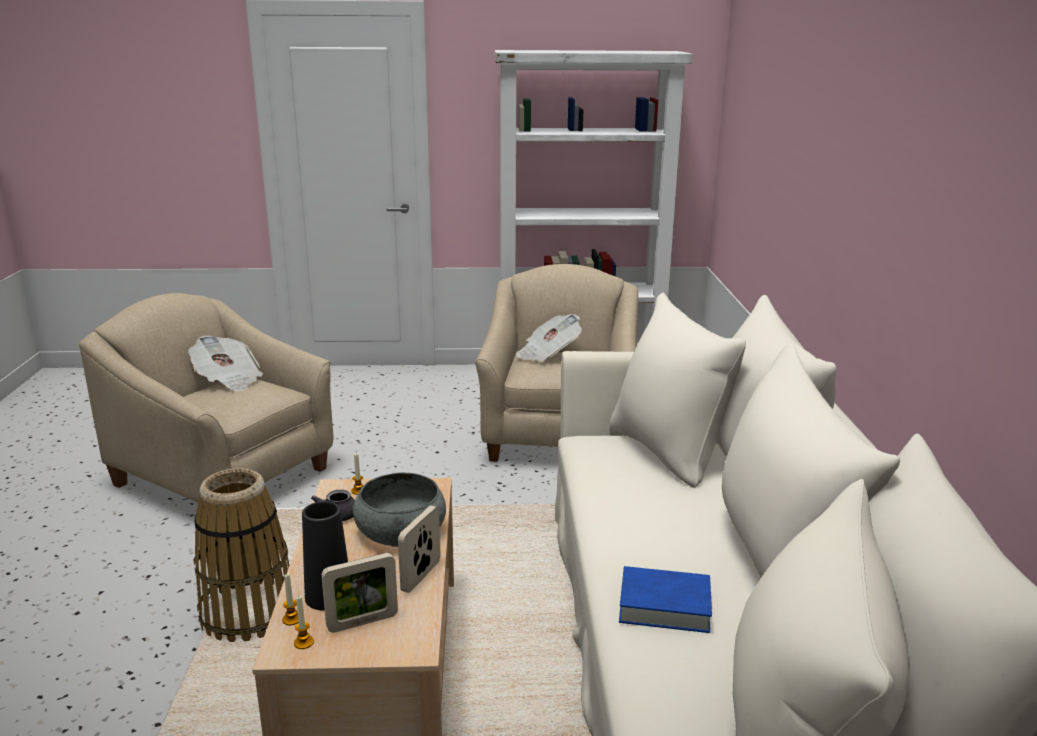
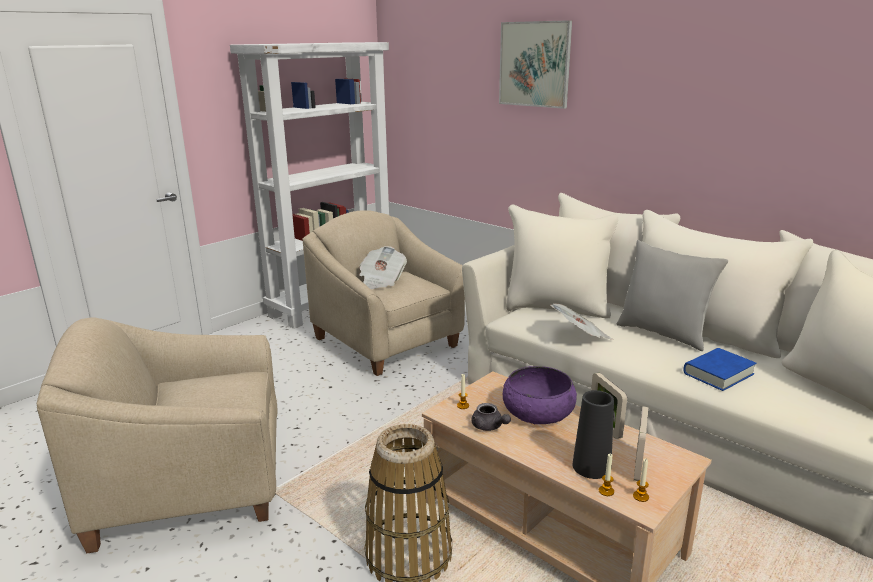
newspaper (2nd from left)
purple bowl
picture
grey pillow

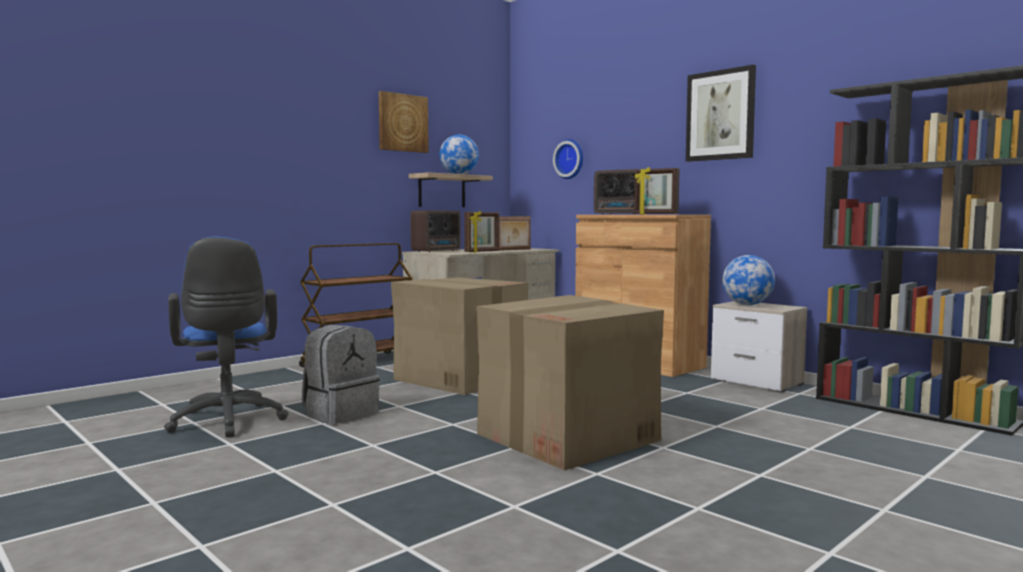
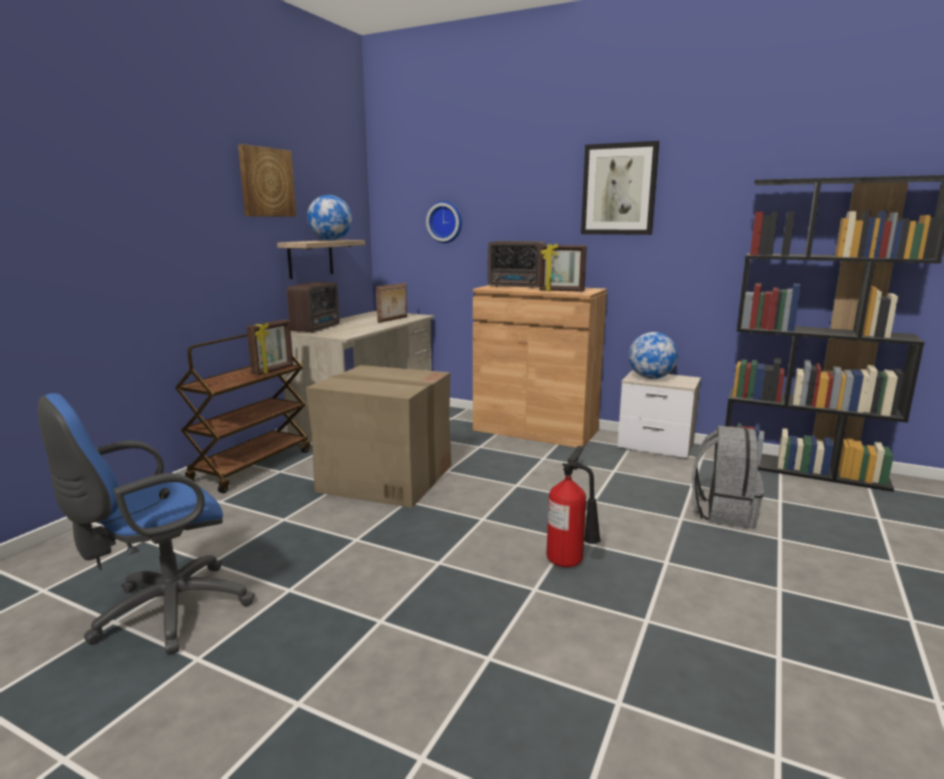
blue office chair
grey backpack
picture frame (1st from left)
fire extinguisher

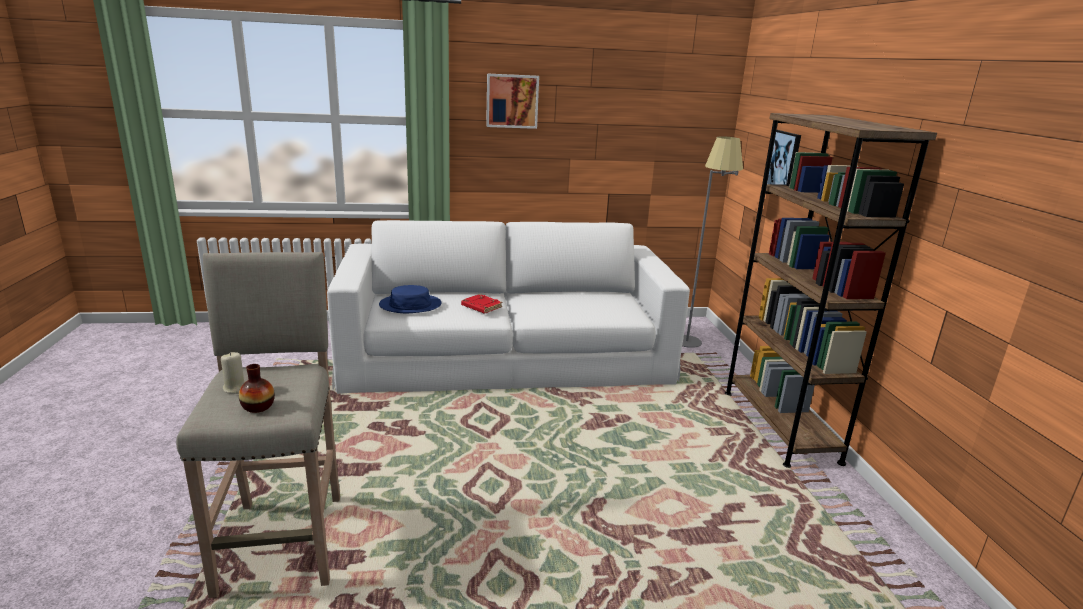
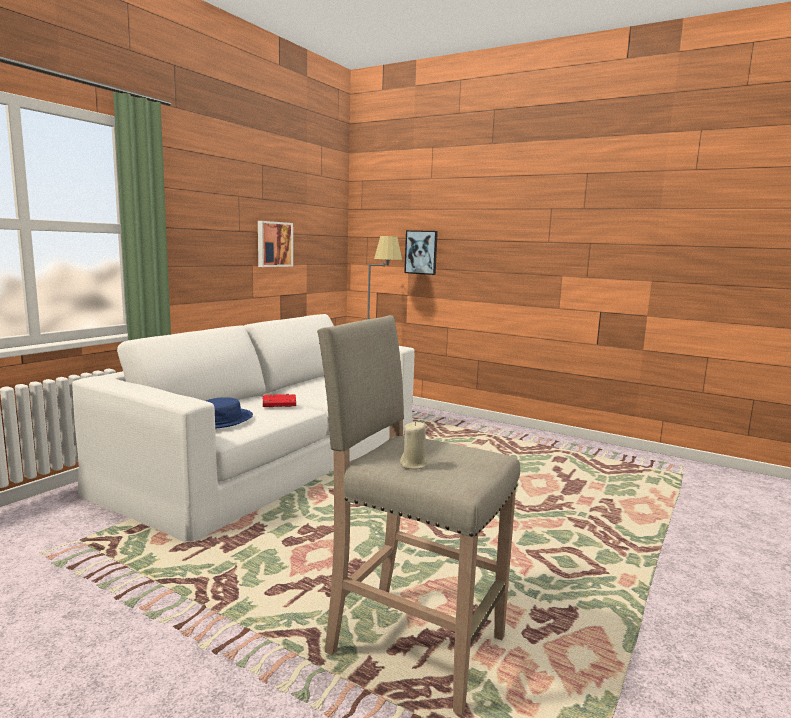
vase
picture (1st from left)
brown bookcase

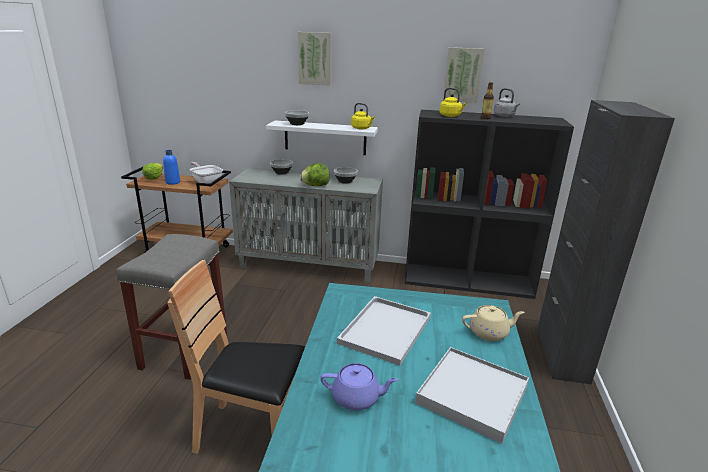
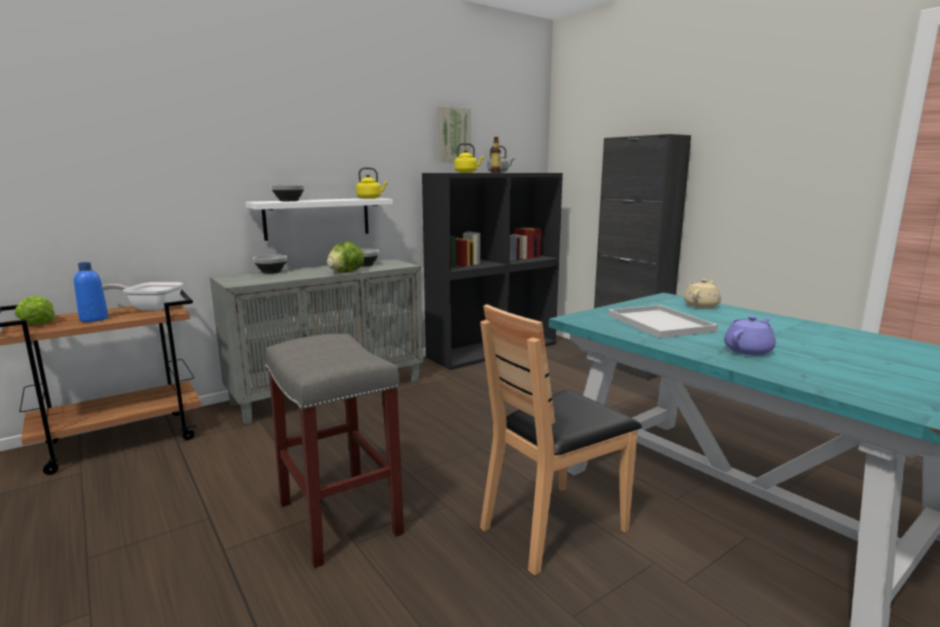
picture (1st from left in the first image)
white tray (2nd from left in the first image)

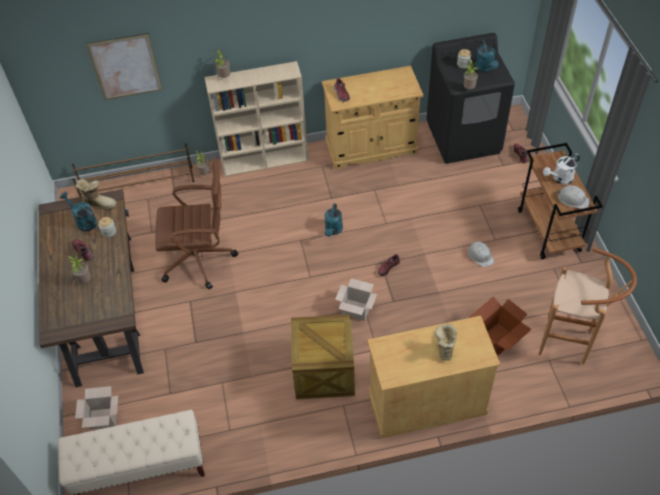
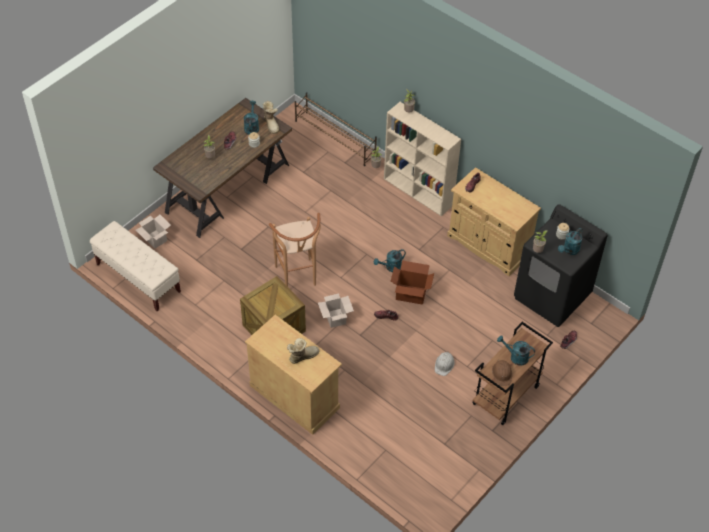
picture
brown office chair
cardboard box (3rd from left)
brown stool
turquoise watering can (3rd from left)
brown hard hat

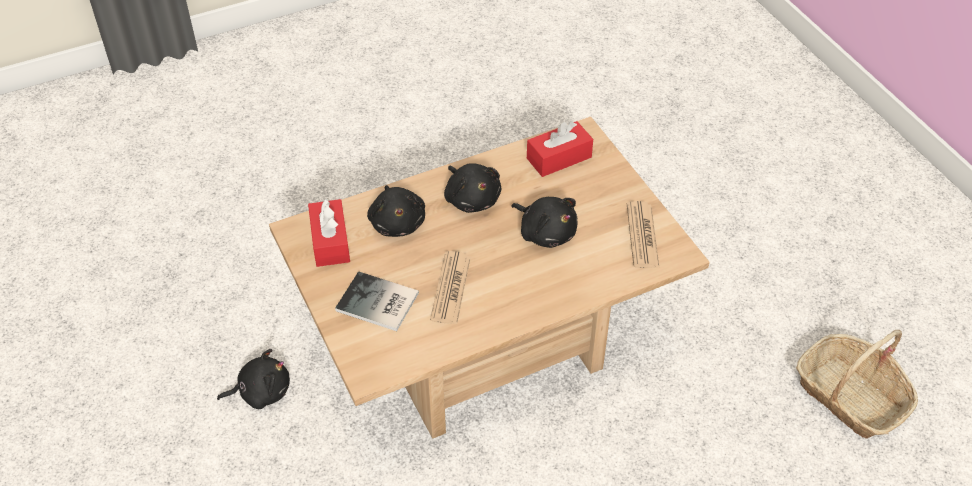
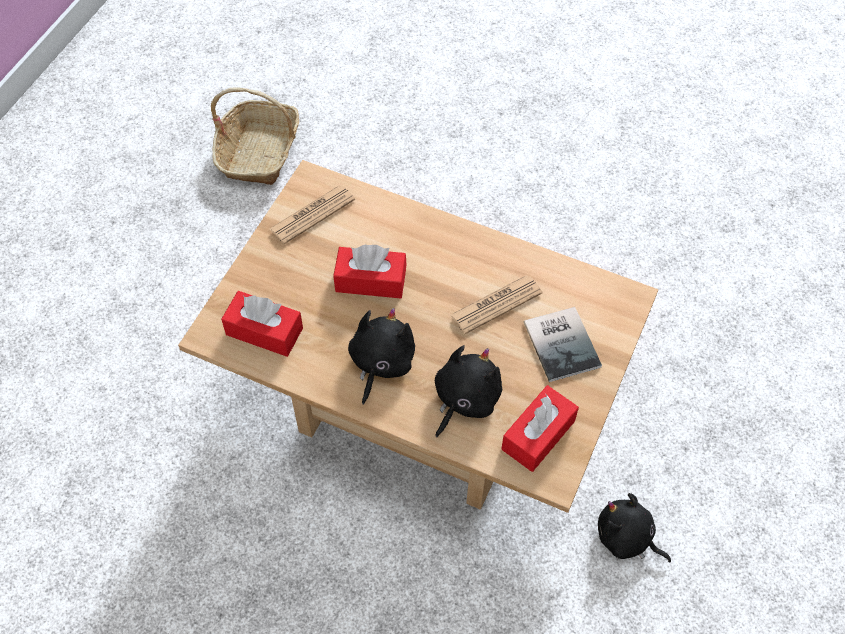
red tissue box (2nd from left)

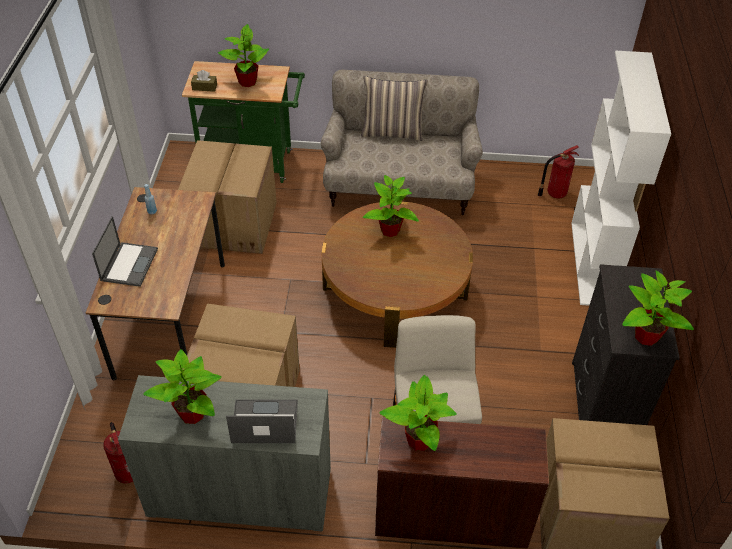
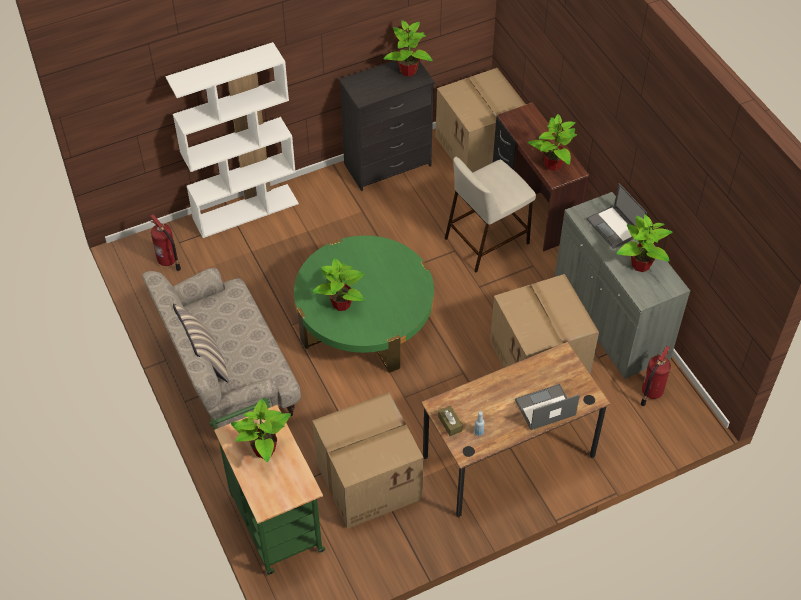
brown tissue box
green coffee table

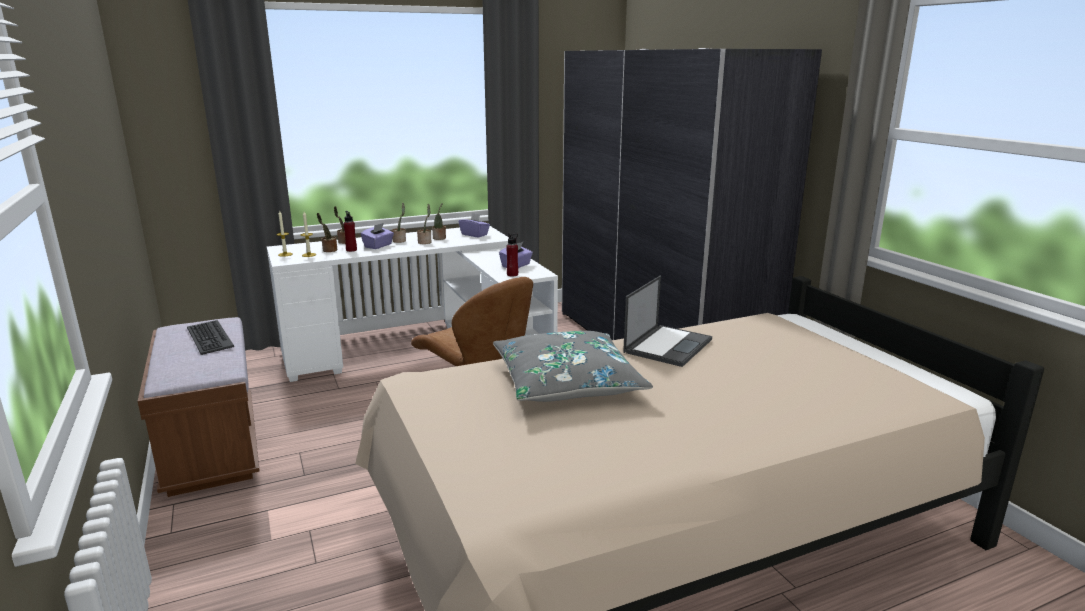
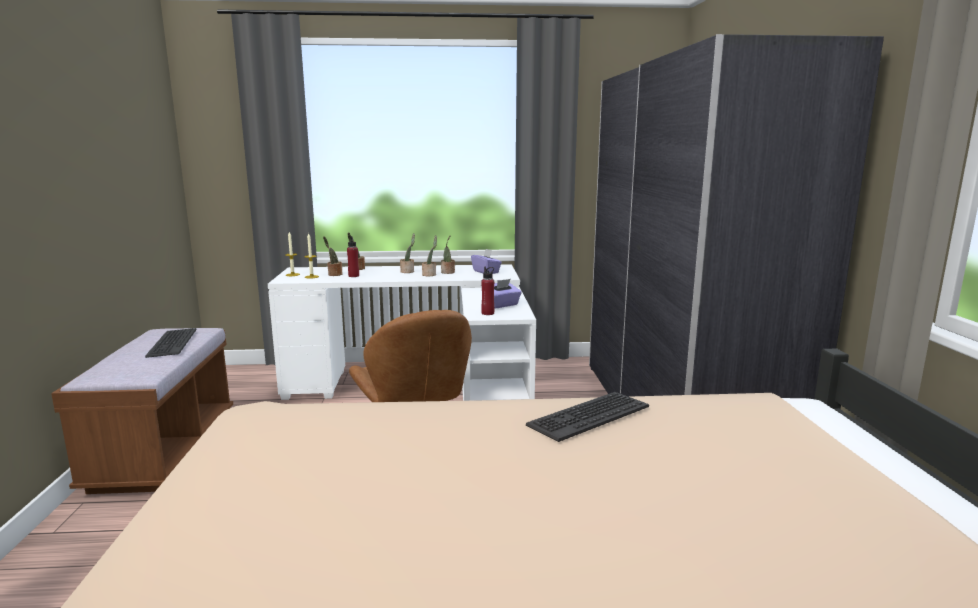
purple tissue box (1st from left in the first image)
grey pillow
keyboard (2nd from left)

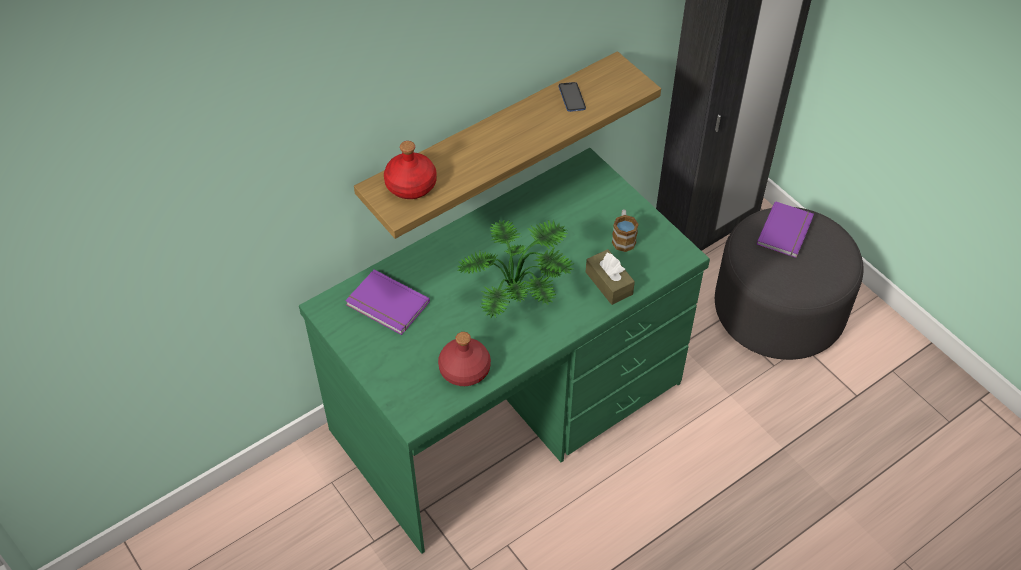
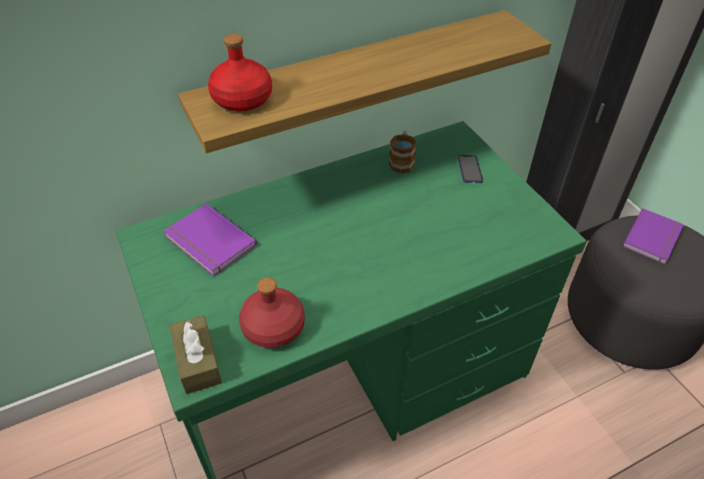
potted plant
phone
brown tissue box
mug

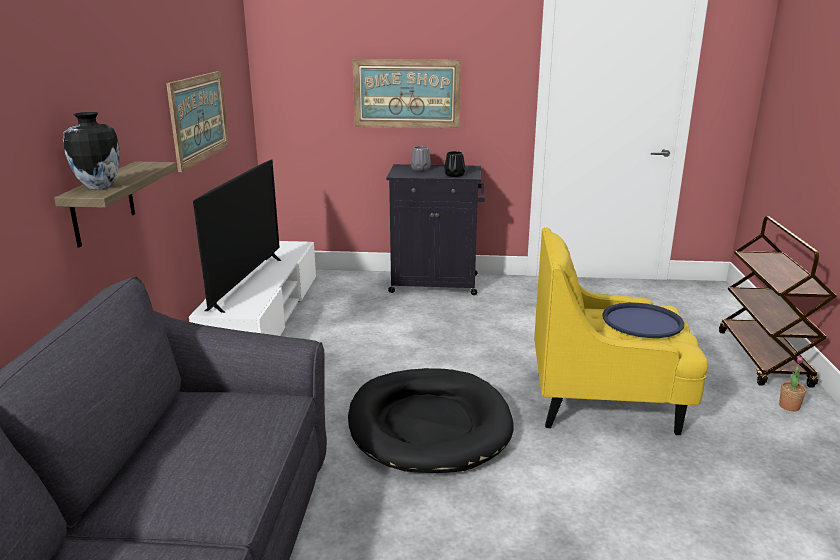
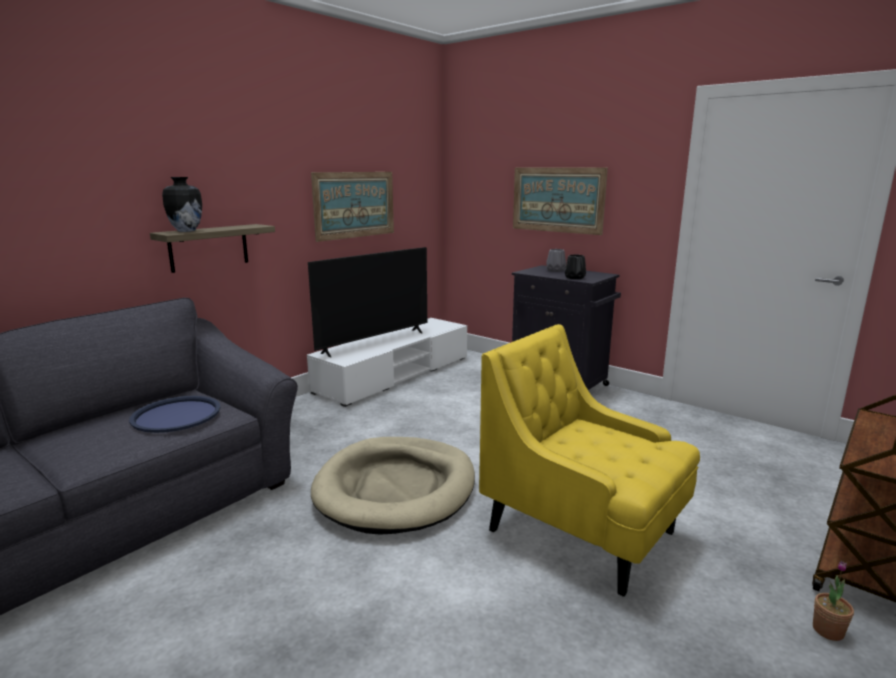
beige dog bed
blue tray

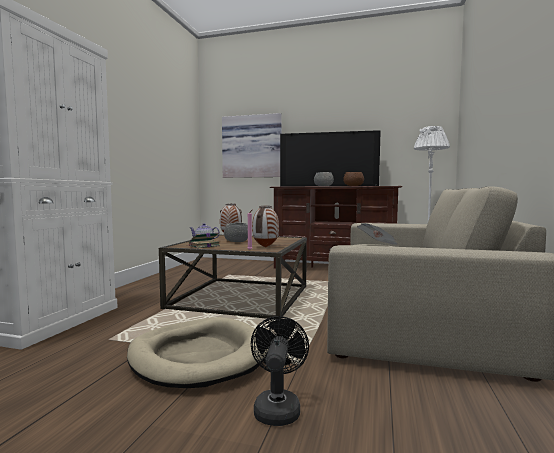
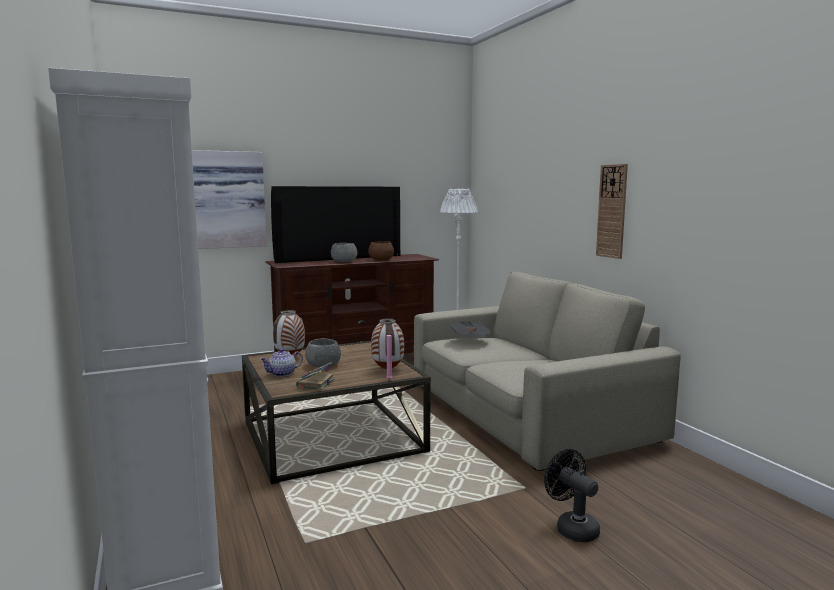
beige dog bed
wall clock

